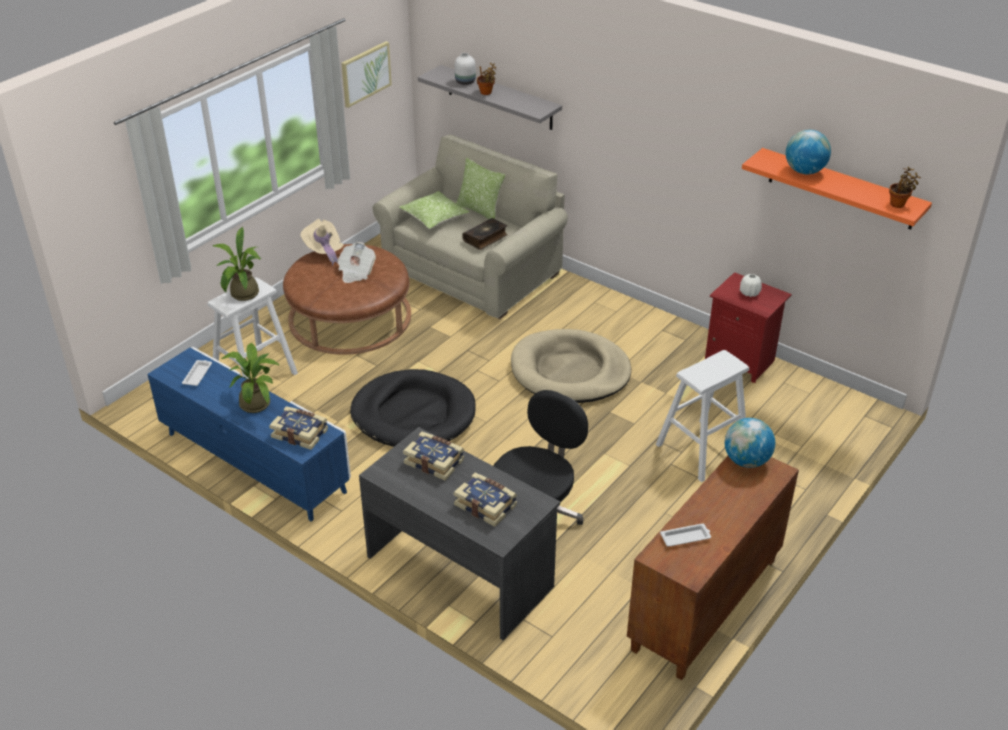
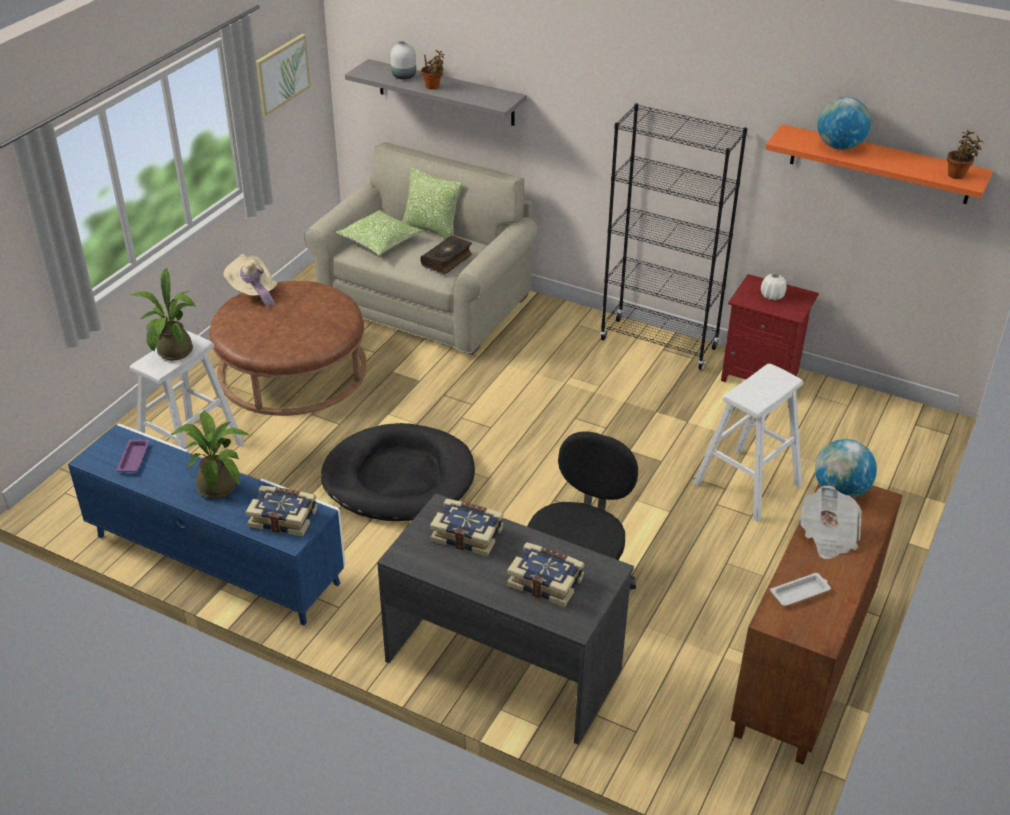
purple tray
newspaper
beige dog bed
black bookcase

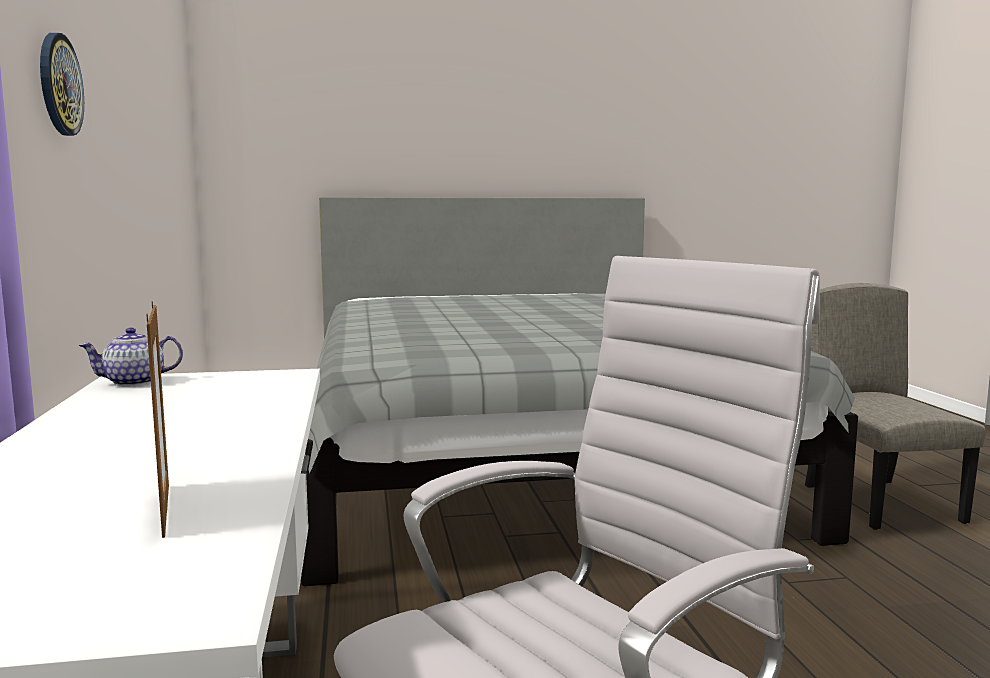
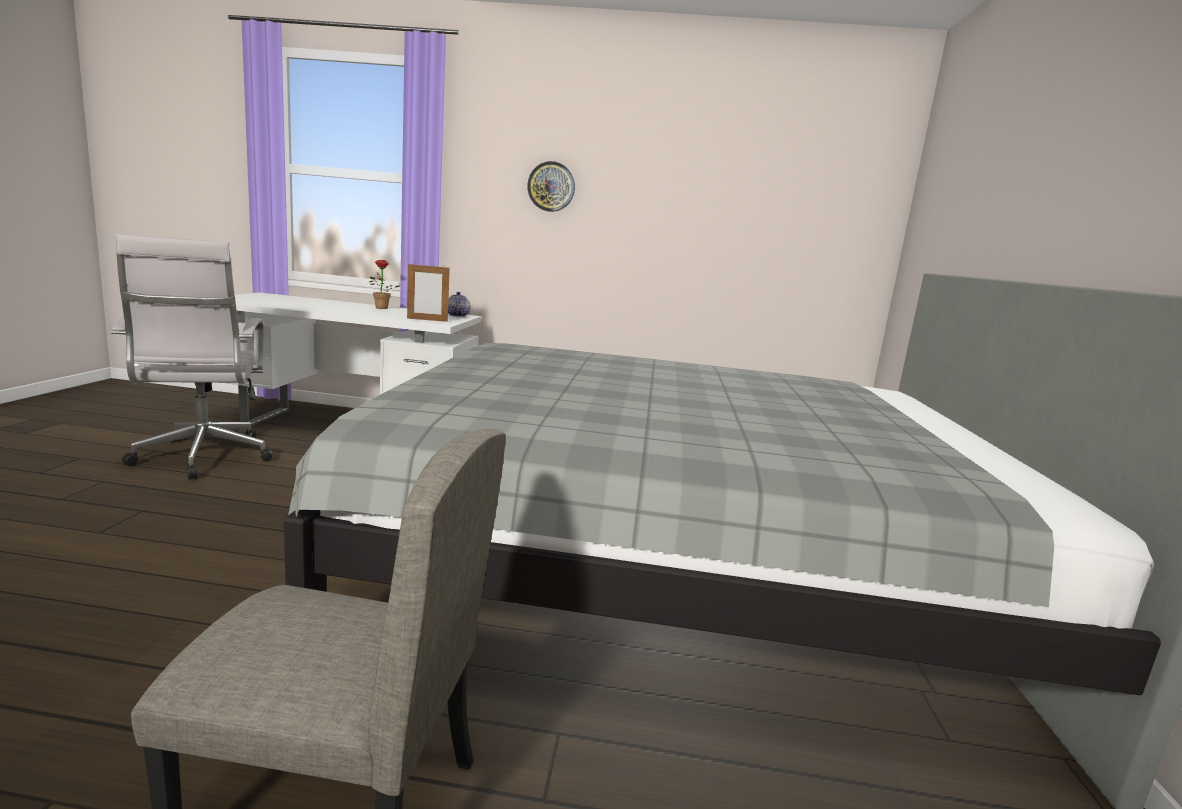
picture frame
potted plant

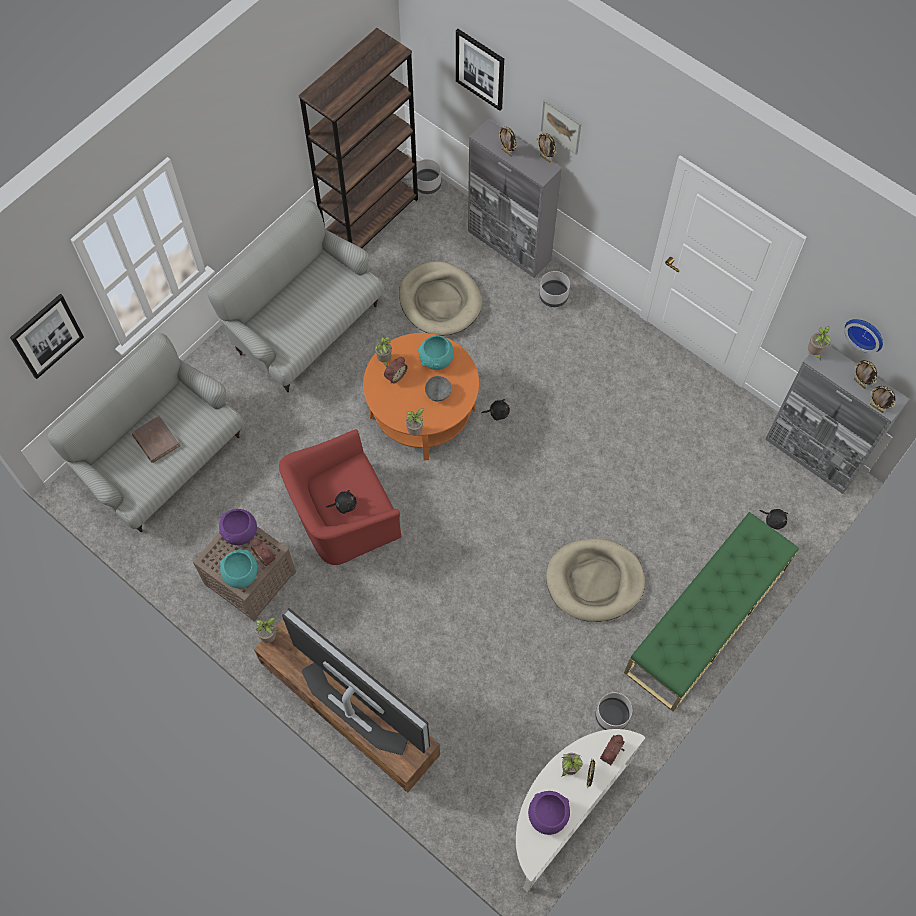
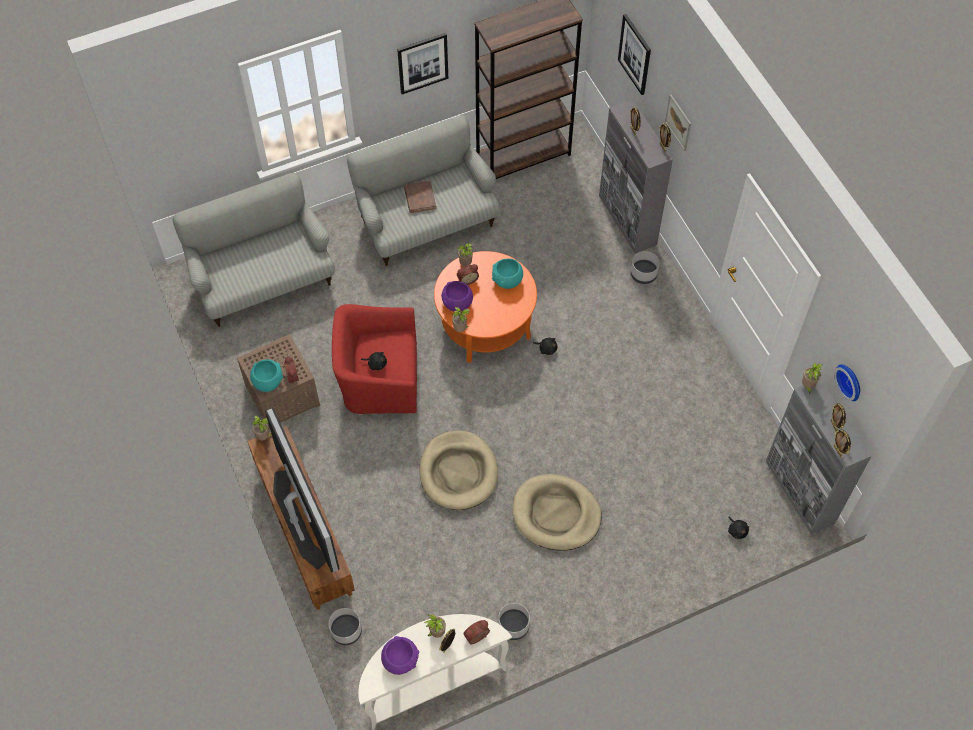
picture (1st from left)
brown book
purple bowl (2nd from left)
beige dog bed (1st from left)
grey planter (1st from left)
grey bowl
green bench

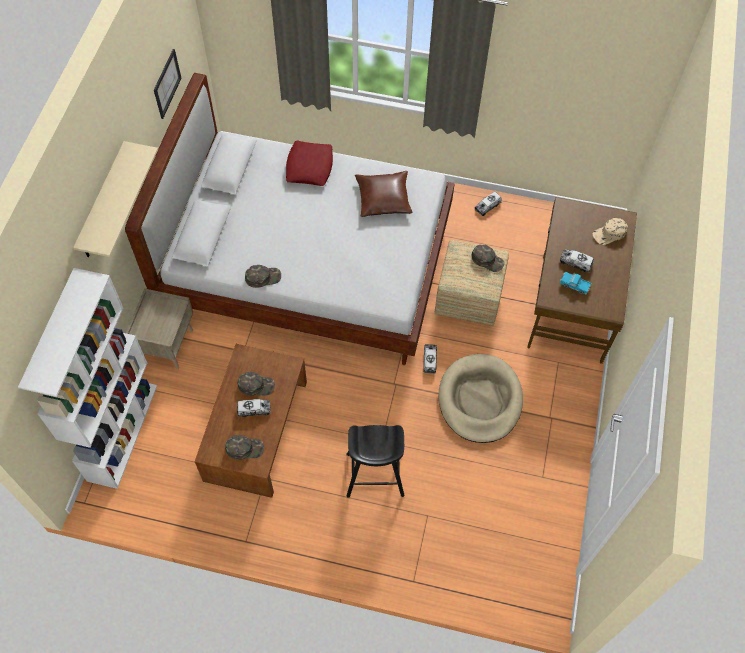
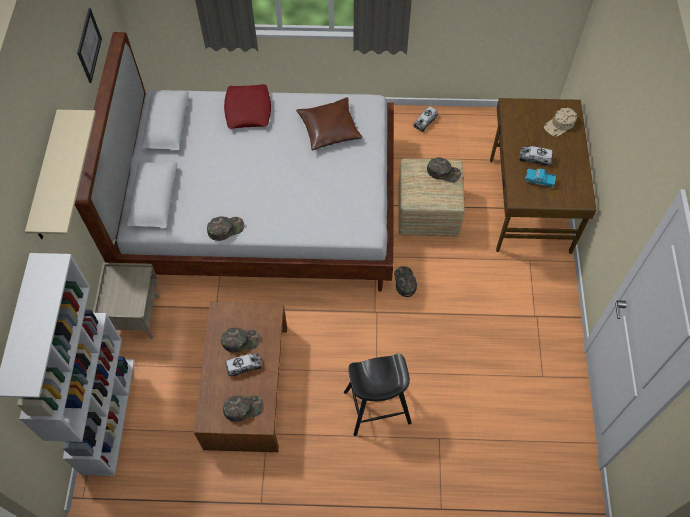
green cap (4th from left)
beige dog bed

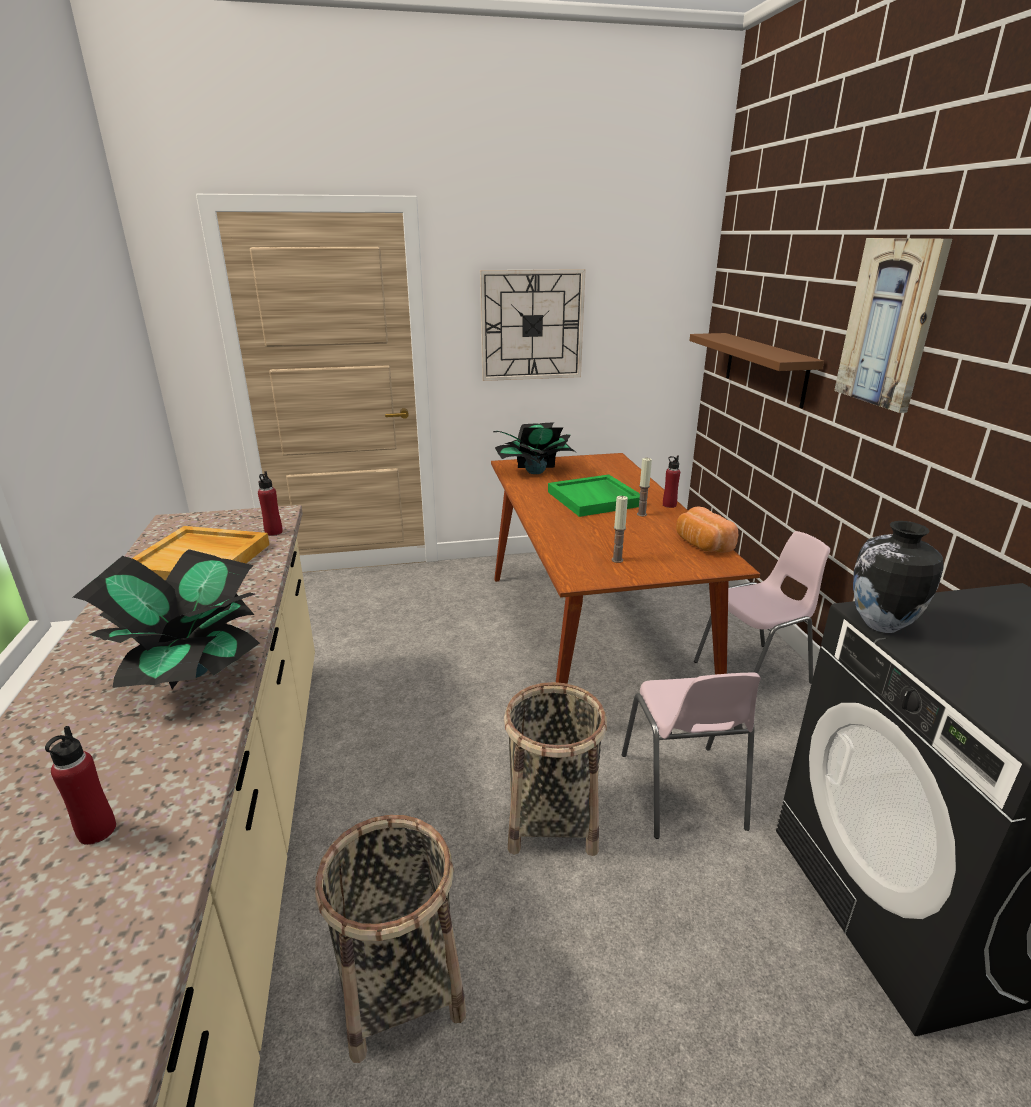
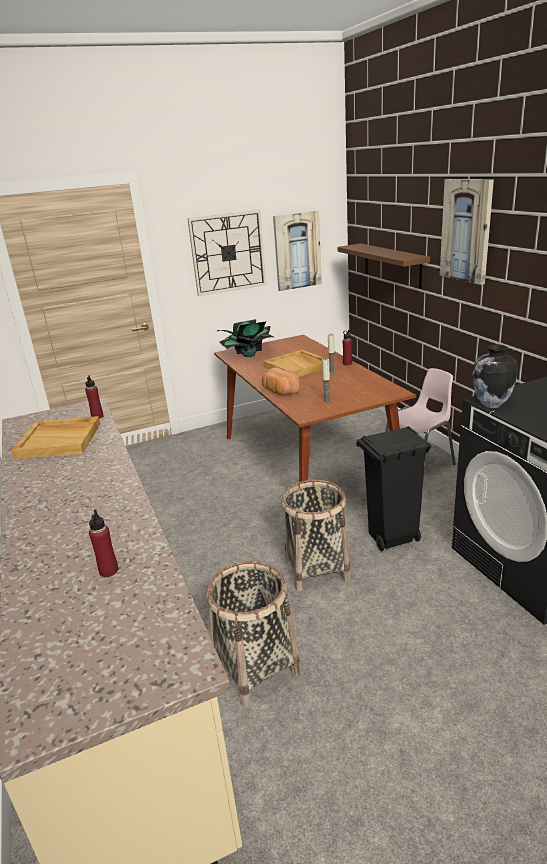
potted plant (1st from left in the first image)
beige tray (2nd from left)
black trash can
bread
picture (1st from left)

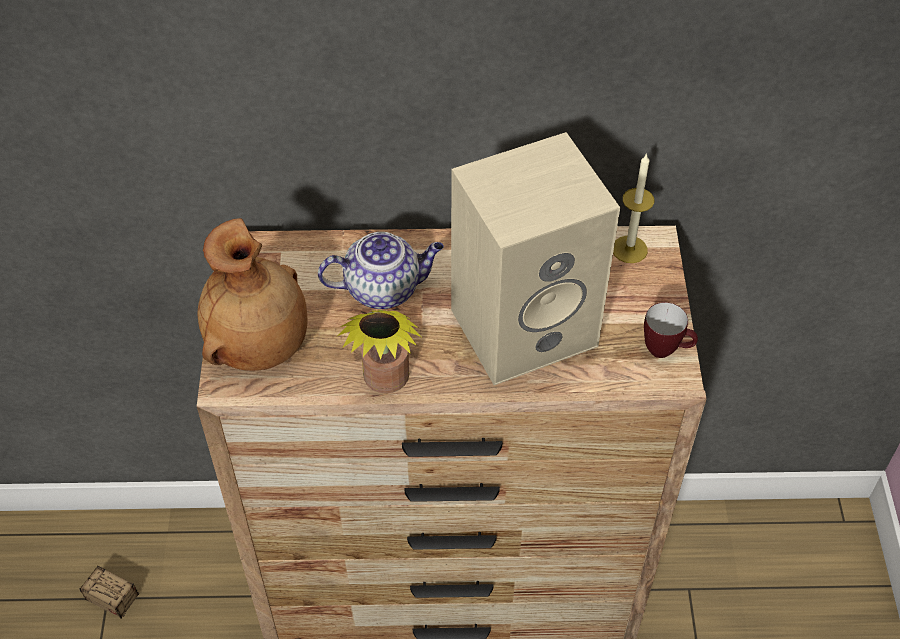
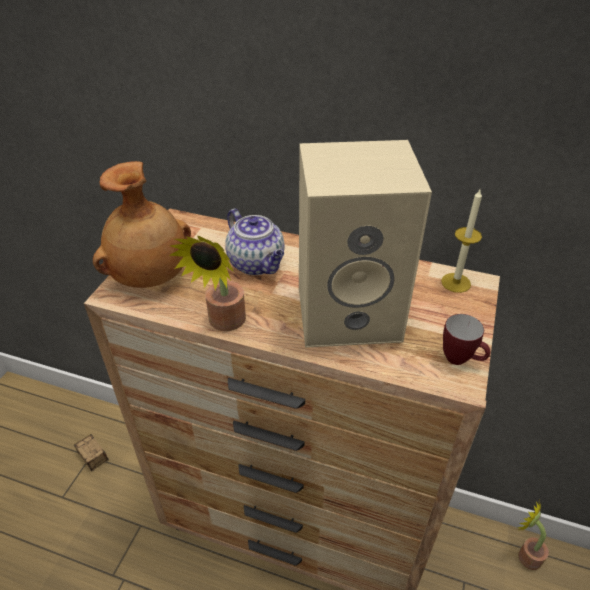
teapot
potted plant (2nd from left)

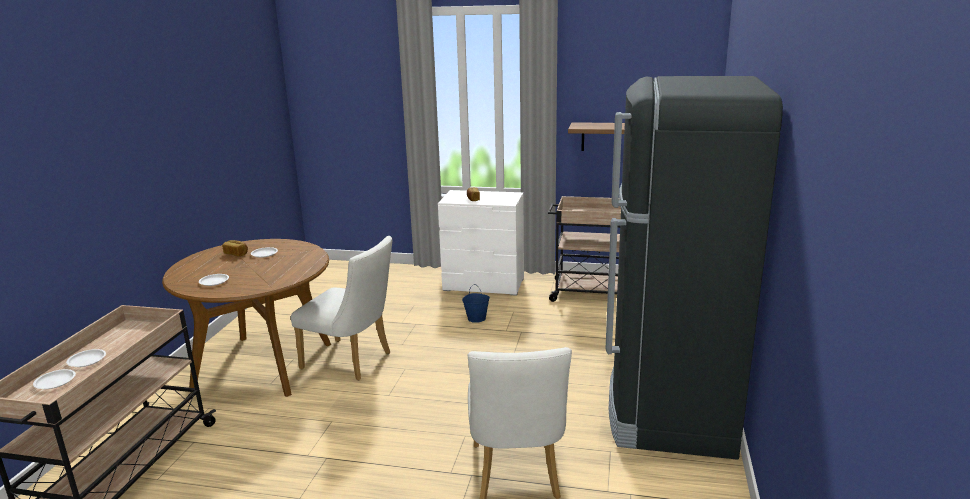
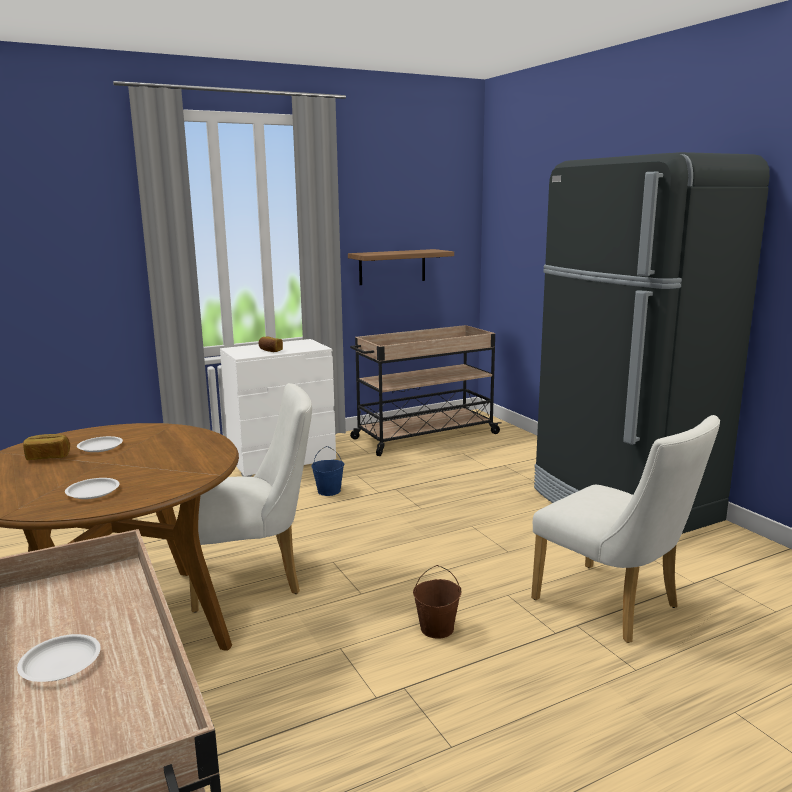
white plate (1st from left in the first image)
brown bucket

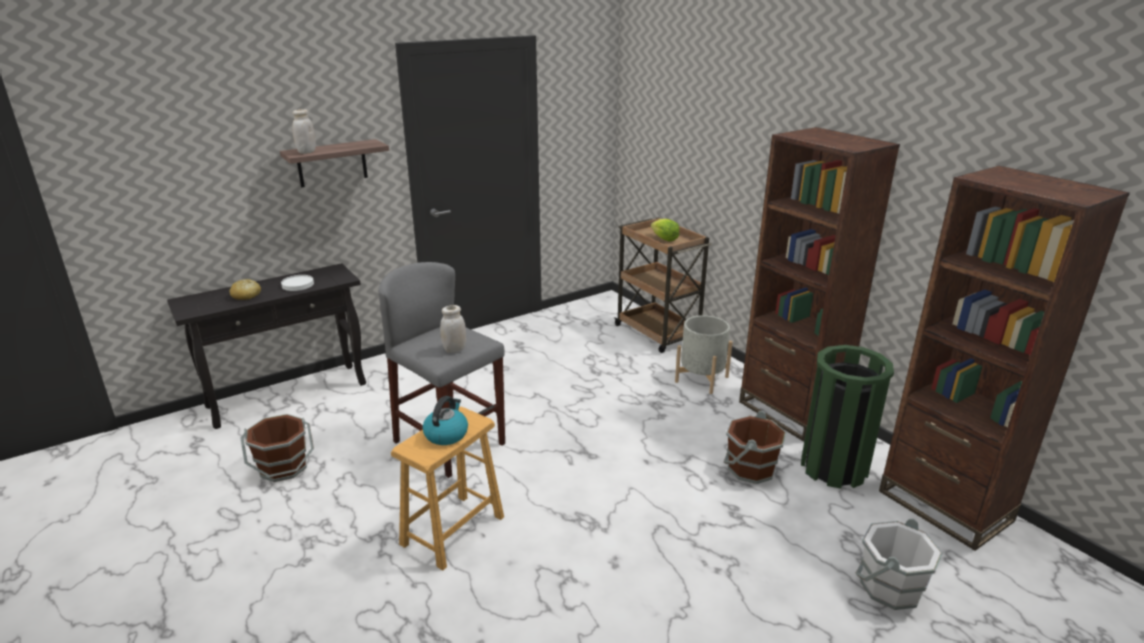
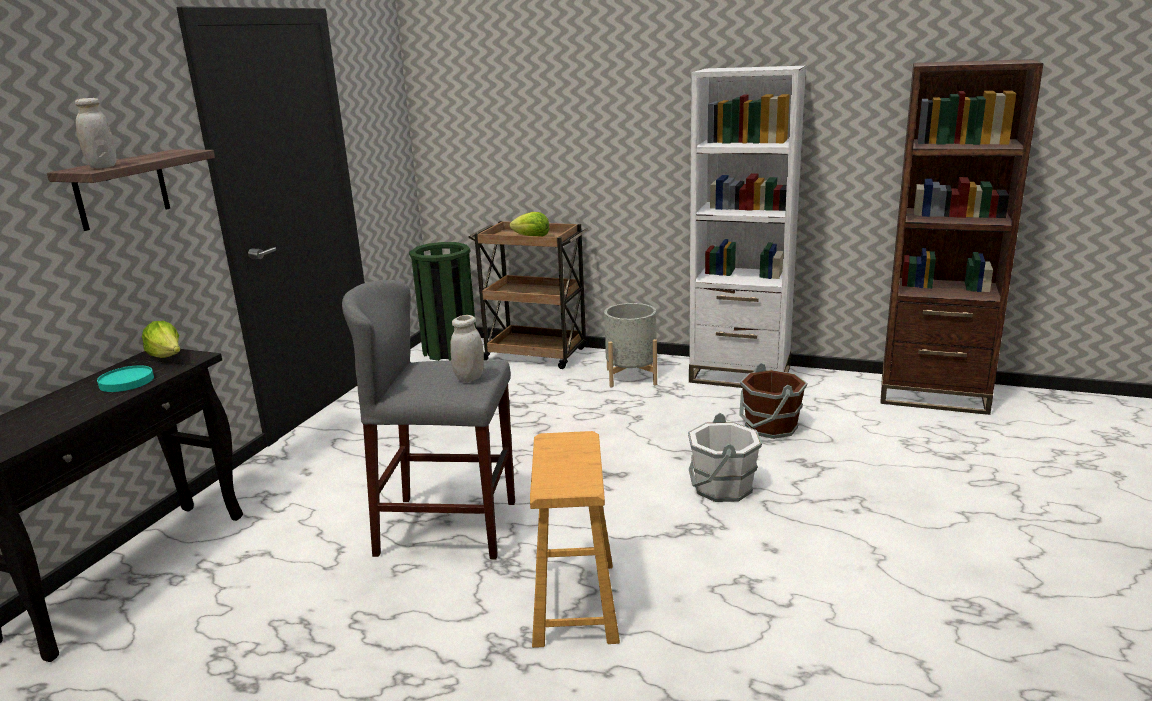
bread
brown bucket (1st from left in the first image)
turquoise plate
kettle
white bookcase
green trash can
white bucket
lettuce (1st from left)

